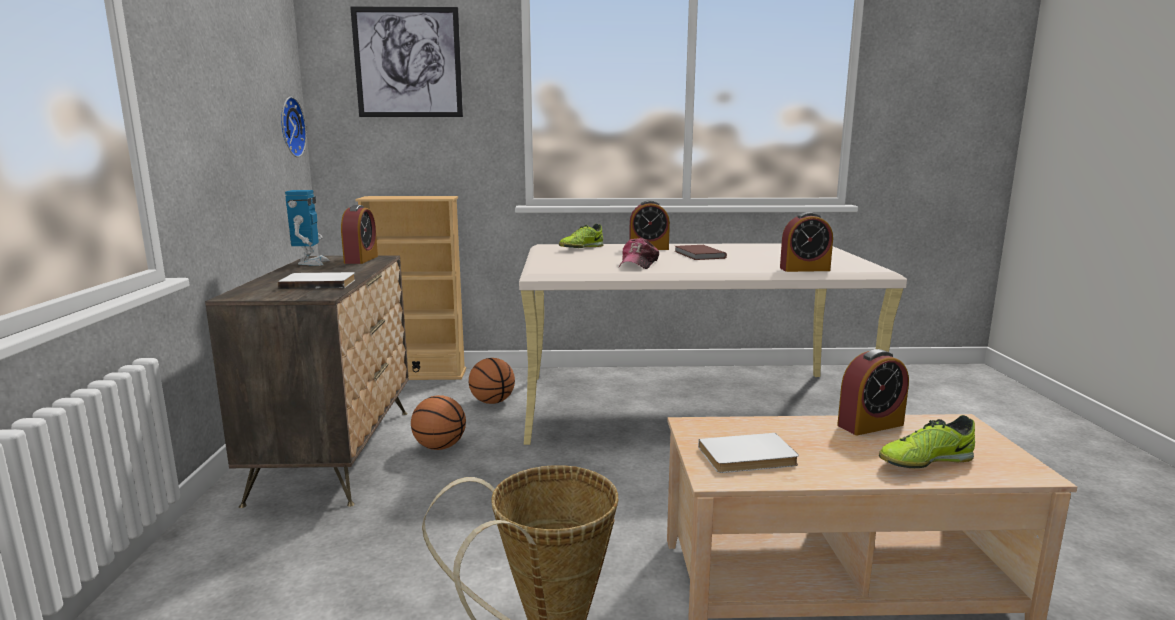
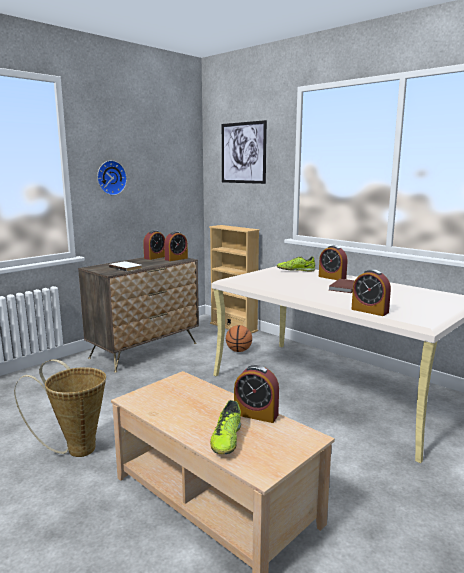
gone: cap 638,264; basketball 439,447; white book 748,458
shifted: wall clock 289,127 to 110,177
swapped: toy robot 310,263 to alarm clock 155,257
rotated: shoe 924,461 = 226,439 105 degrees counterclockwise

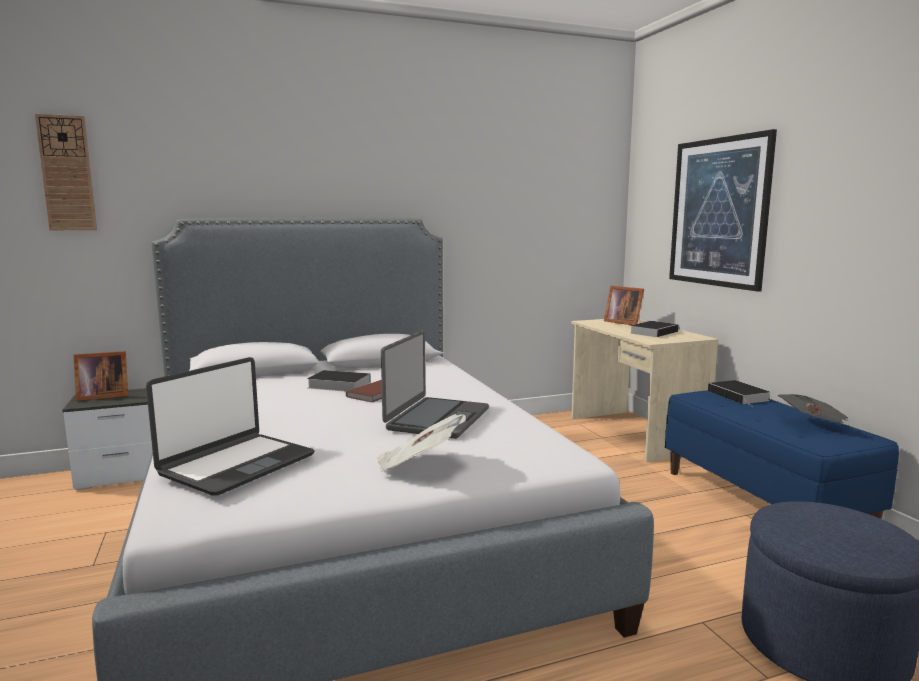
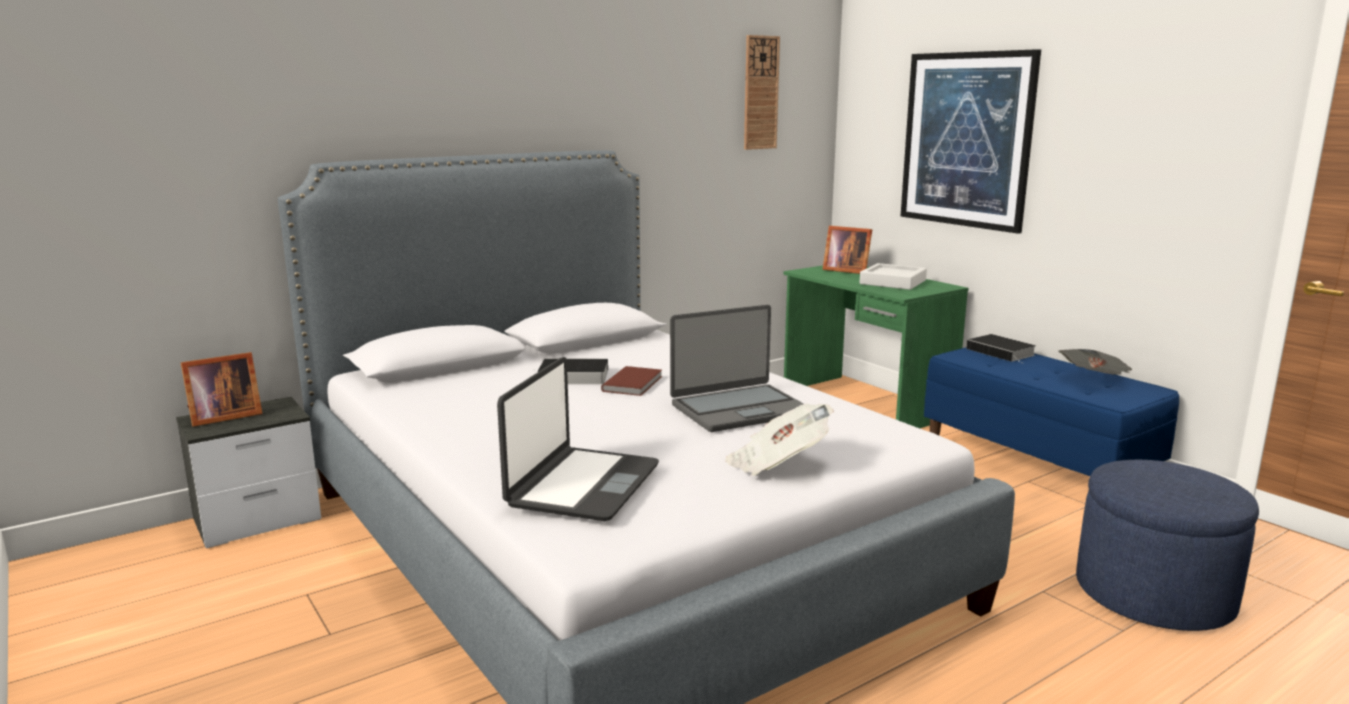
shifted: wall clock 67,173 to 760,93
swapped: book 654,332 to grey tray 892,282
repainted: beige desk 633,434 to green desk 864,403
rotated: laptop 437,419 = 739,409 60 degrees clockwise

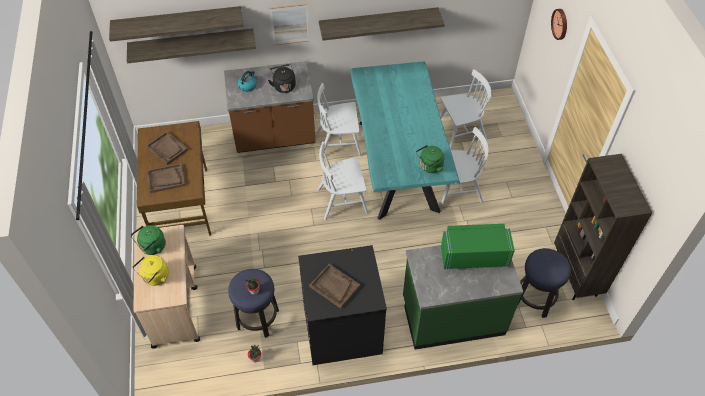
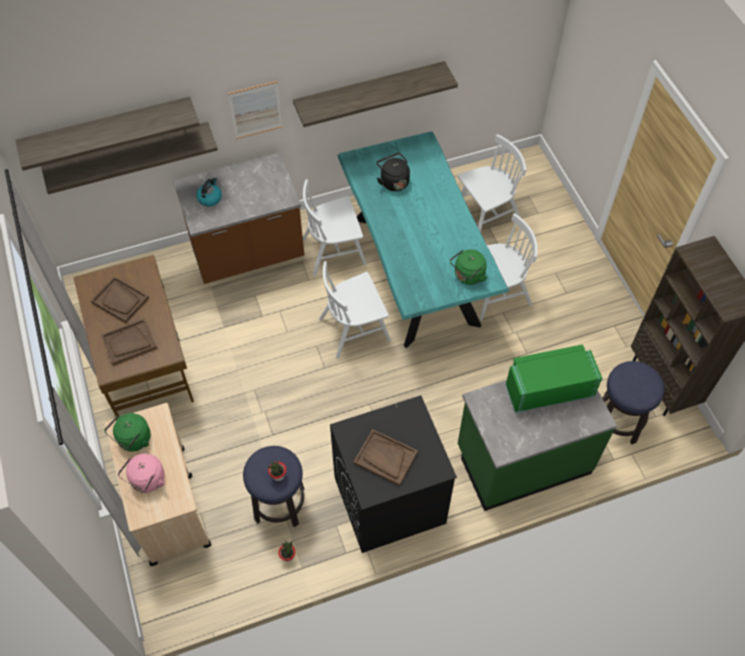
gone: wall clock 560,24
shifted: black kettle 284,85 to 393,181
repainted: yellow kettle 155,278 to pink kettle 147,481

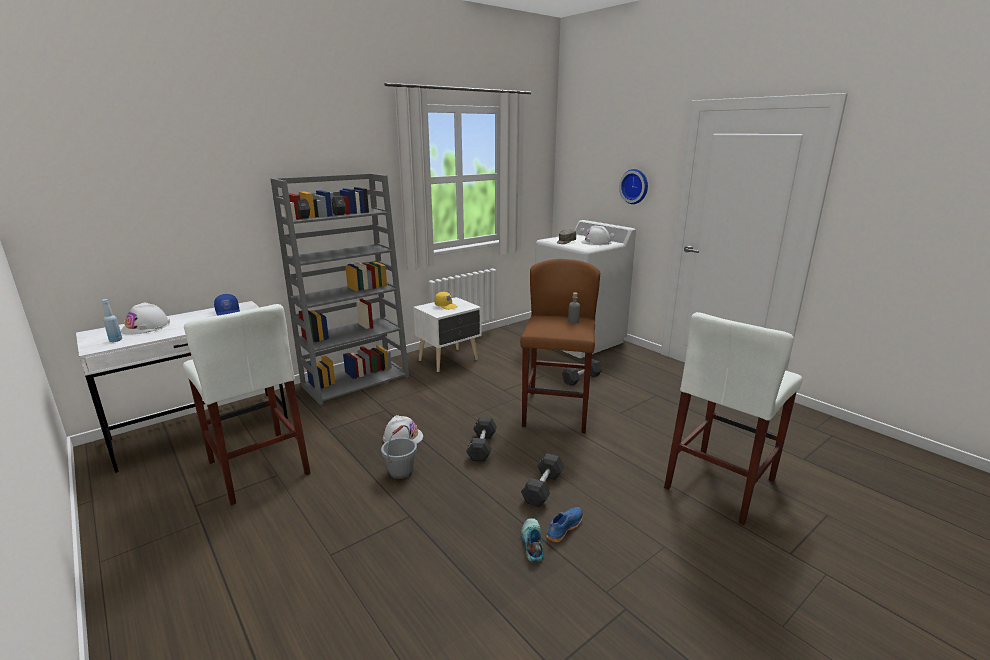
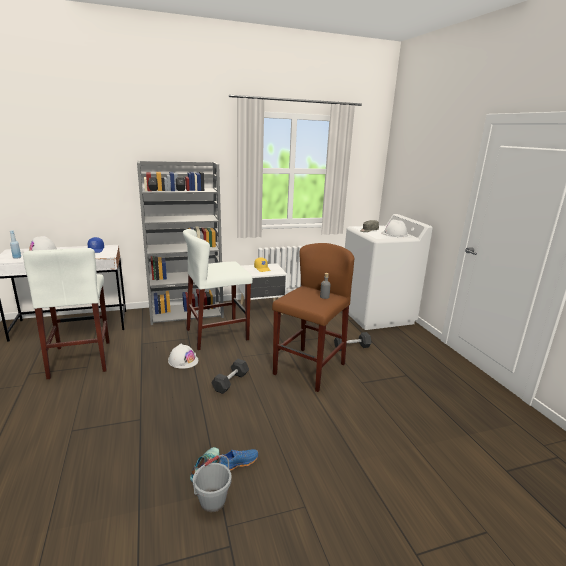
gone: wall clock 635,186; black dumbbell 543,488
shifted: white stool 720,484 to 217,334; grey bucket 400,471 to 212,501

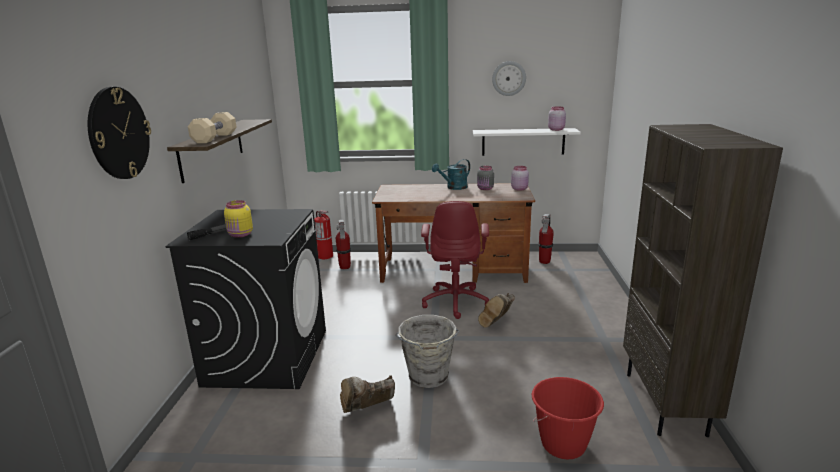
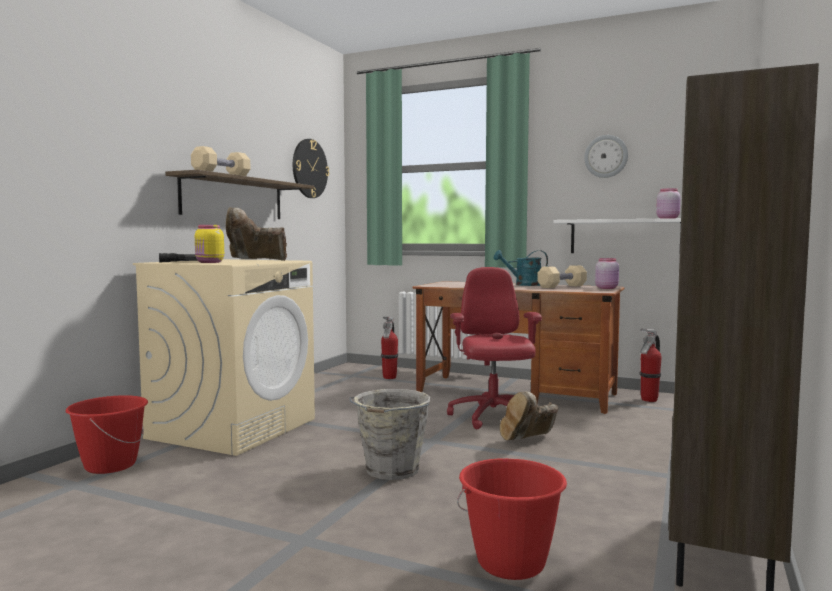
gone: fire extinguisher 325,256
new: red bucket 110,465
shifted: wall clock 119,133 to 309,168; brown boot 367,411 to 255,261
swapped: grey jar 485,189 to beige dumbbell 562,286
repainted: black washing machine 267,356 to beige washing machine 233,428
rotated: red office chair 456,301 = 493,417 150 degrees clockwise

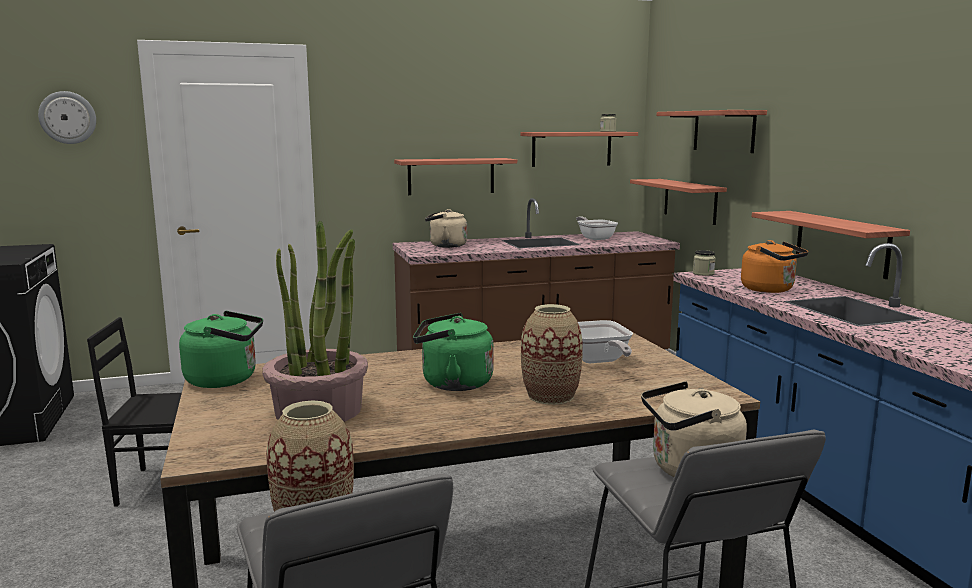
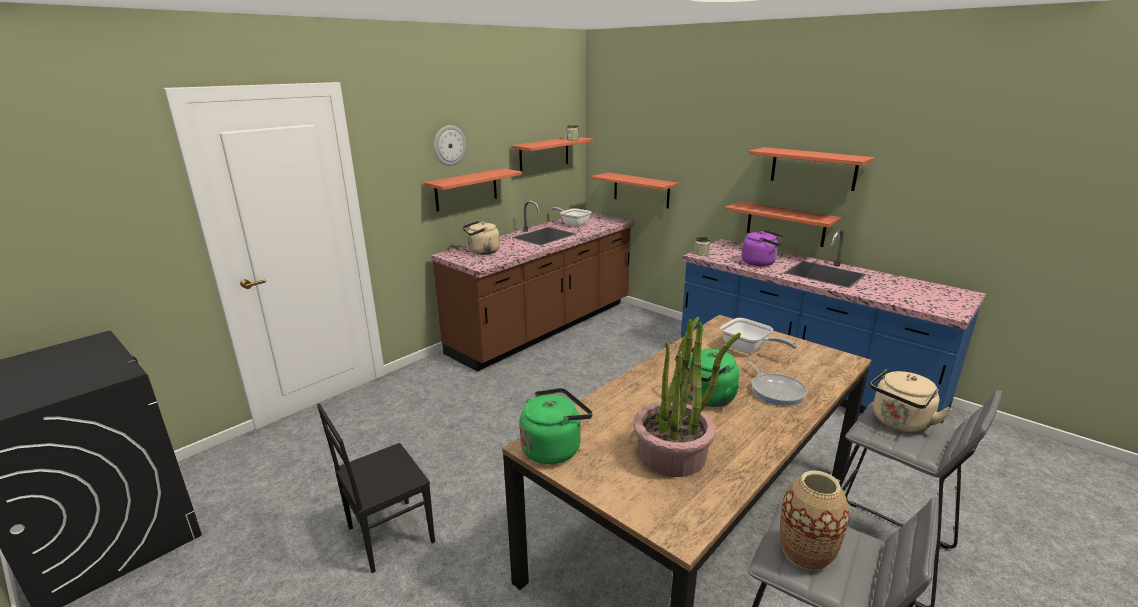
shifted: wall clock 68,117 to 449,145; shelf 723,131 to 813,168
swapped: vase 550,396 to frying pan 776,390
repainted: orange kettle 770,290 to purple kettle 760,263

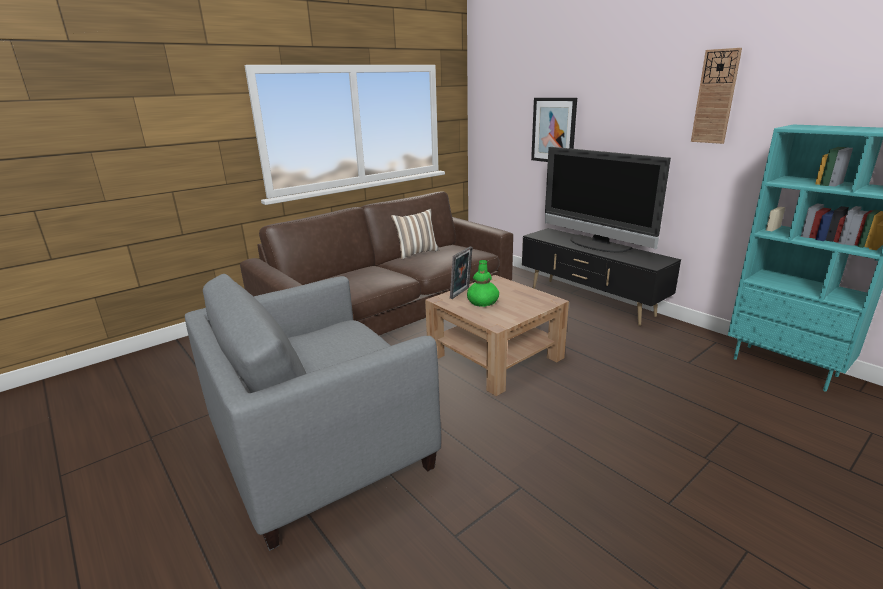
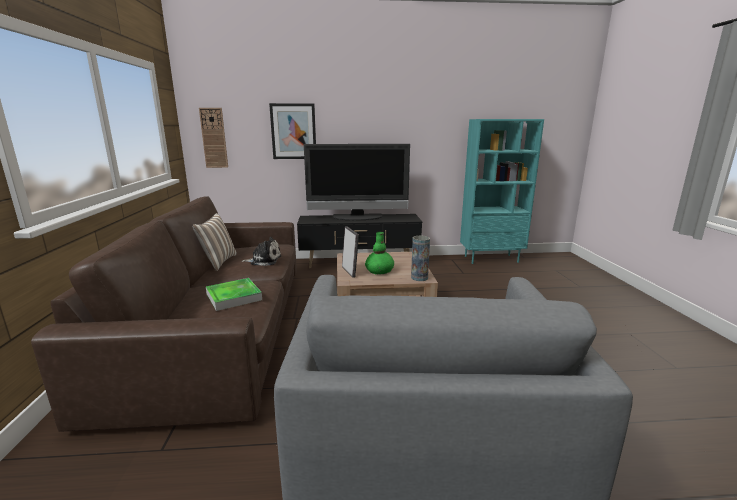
new: vase 419,278; plush toy 264,260; tray 234,297
shifted: wall clock 715,97 to 214,138

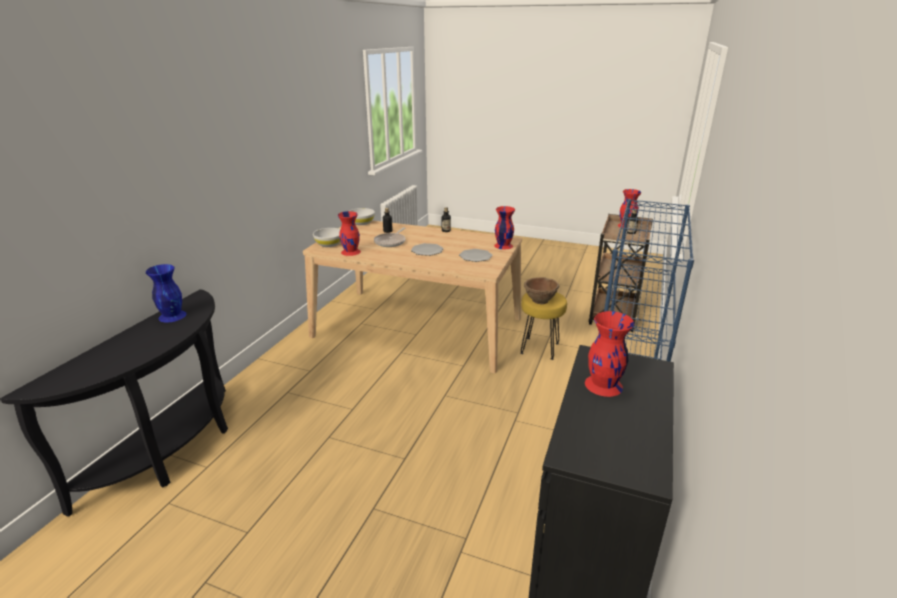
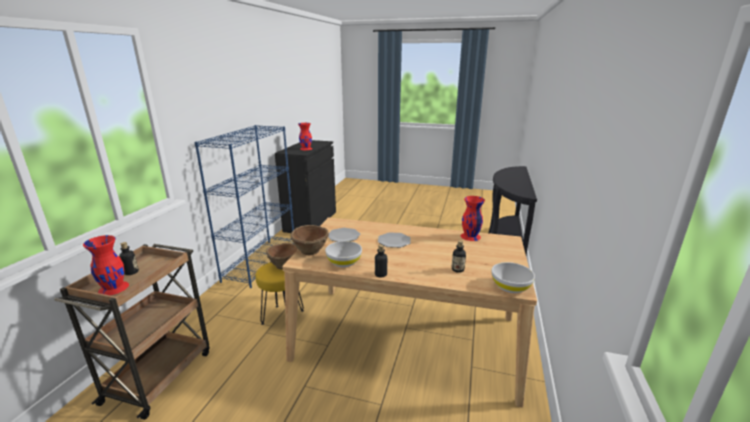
gone: frying pan 391,242; blue vase 172,316
shifted: white bowl 329,244 to 344,262
swapped: red vase 503,245 to brown bowl 311,251

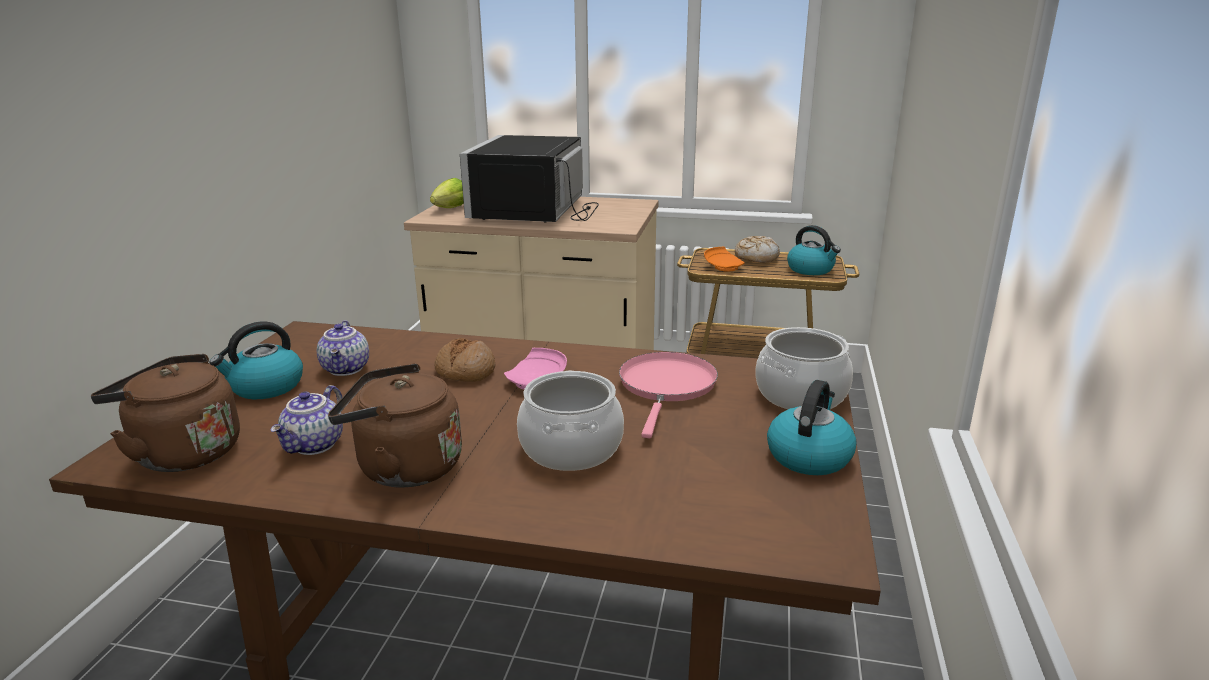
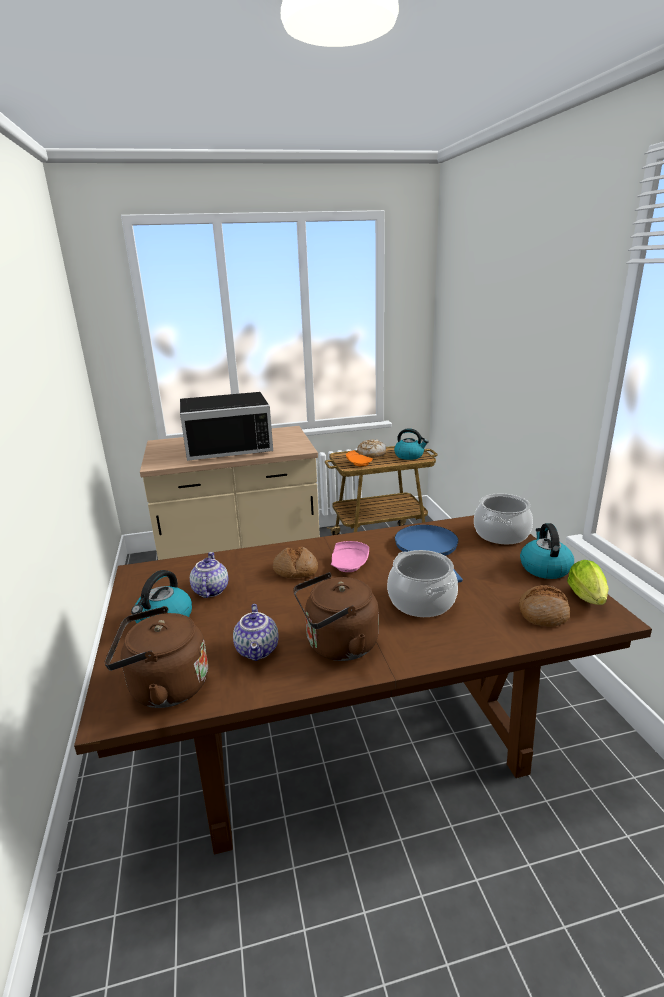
new: bread 543,613
shifted: lettuce 449,209 to 588,599
repainted: pink frying pan 666,387 to blue frying pan 428,548
rotated: black microwave 536,211 = 228,446 90 degrees counterclockwise; teapot 347,369 = 210,590 150 degrees counterclockwise

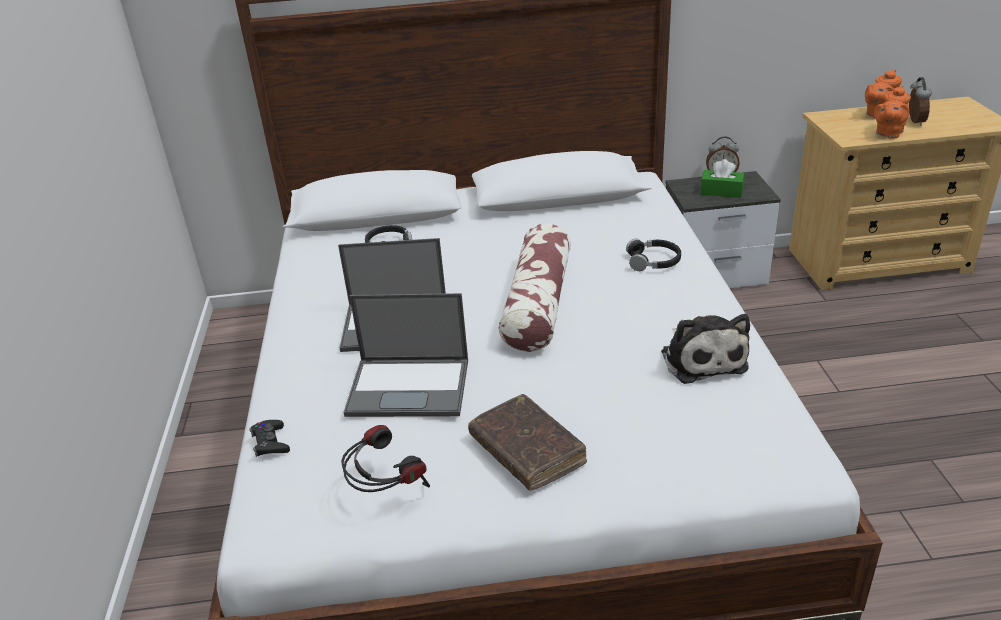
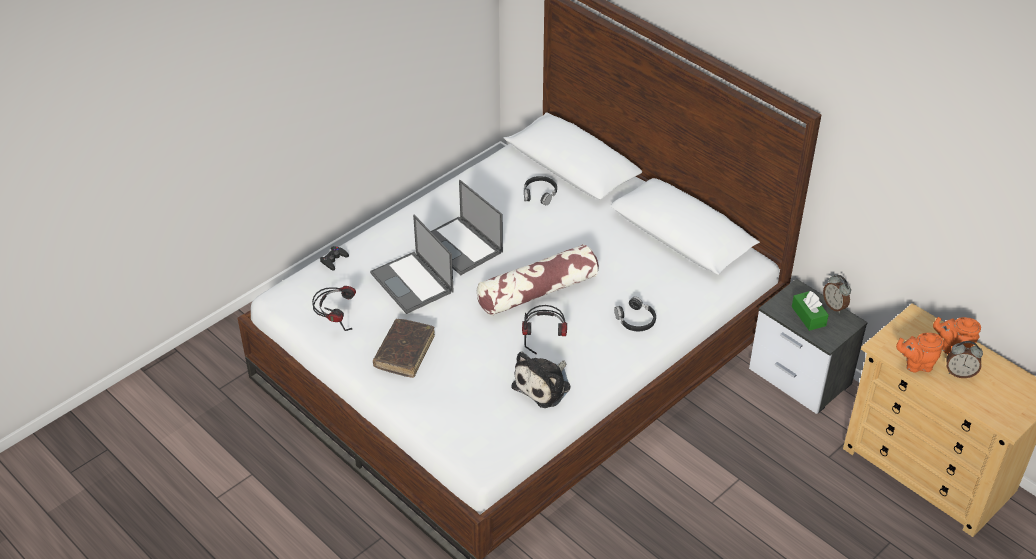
new: headphones 544,339
rotated: alarm clock 914,121 = 960,373 45 degrees clockwise

